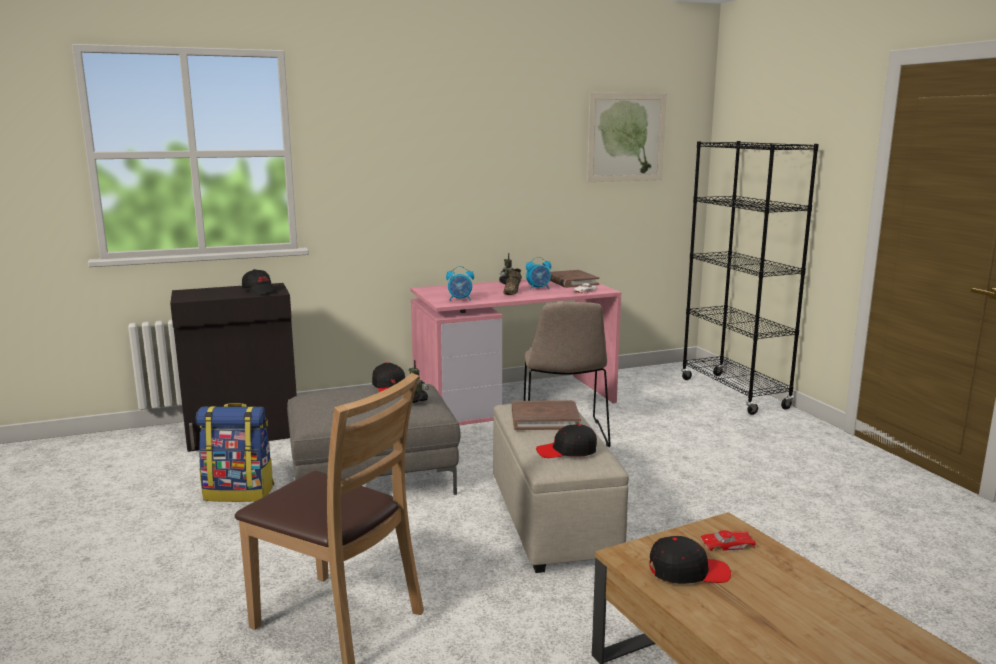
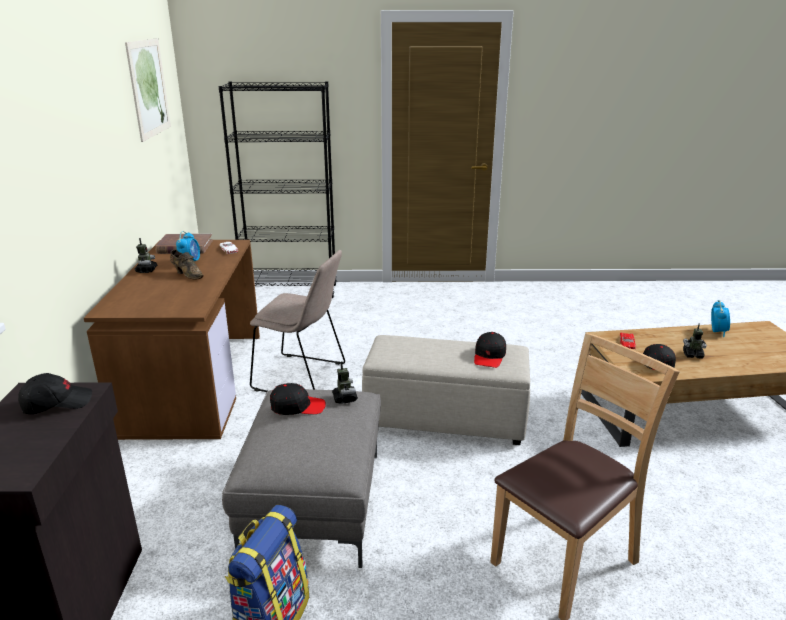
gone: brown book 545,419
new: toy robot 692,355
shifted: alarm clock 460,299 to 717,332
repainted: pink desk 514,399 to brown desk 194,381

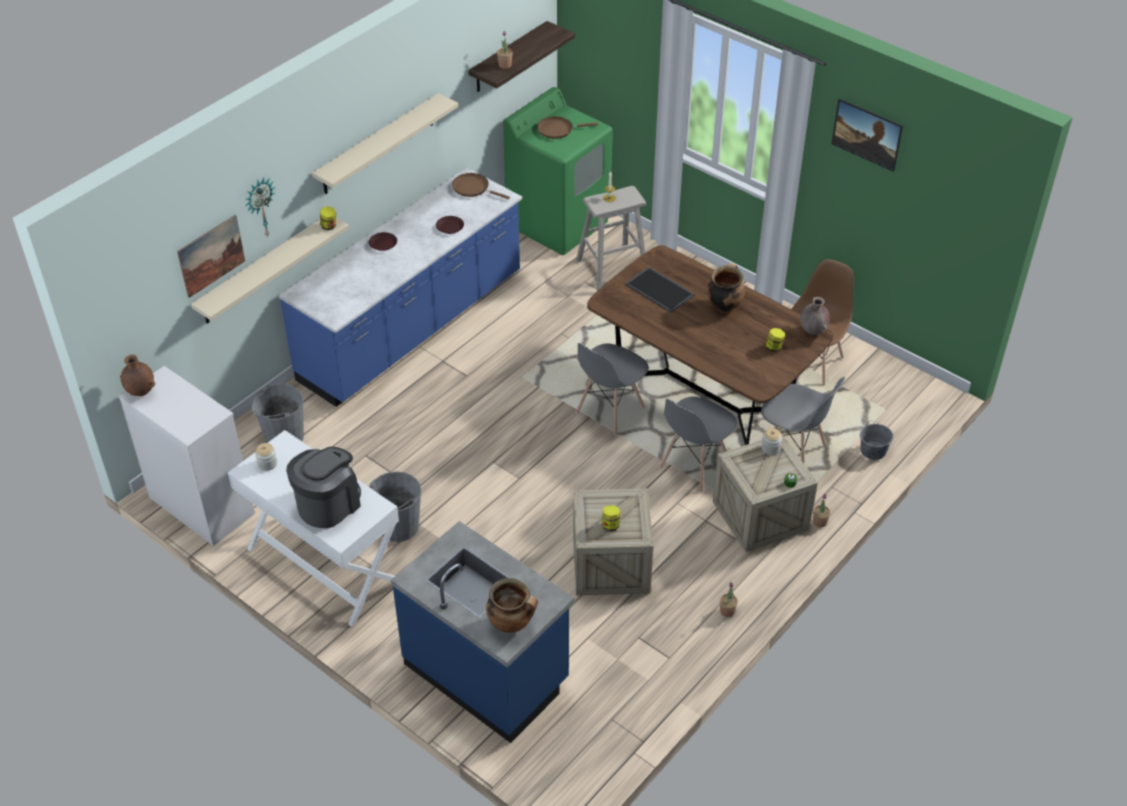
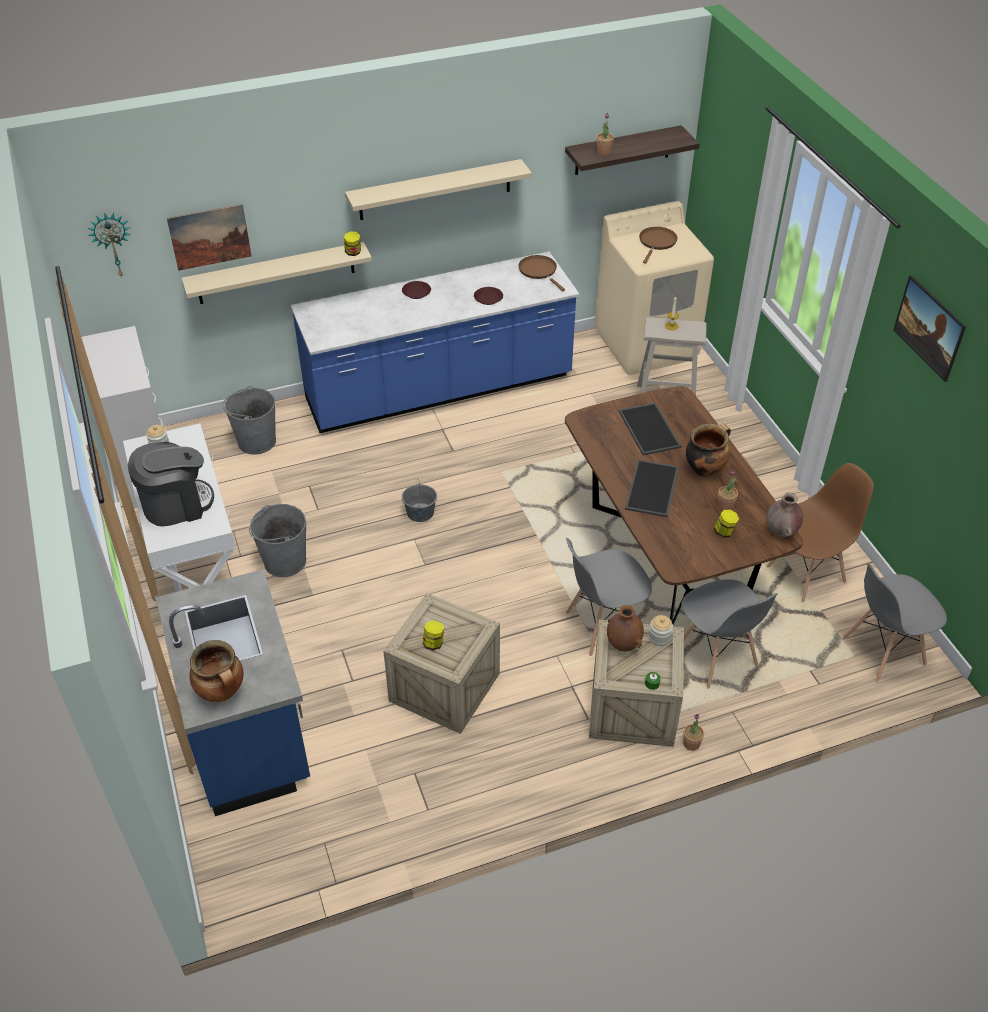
new: tray 653,489
shifted: wall clock 260,207 to 113,244; grey chair 609,410 to 883,651; brown vase 141,392 to 623,644; grey bucket 873,451 to 420,513; potted plant 727,611 to 725,506
repainted: green washing machine 558,223 to beige washing machine 646,344
rotated: brown frying pan 558,129 = 657,242 90 degrees clockwise

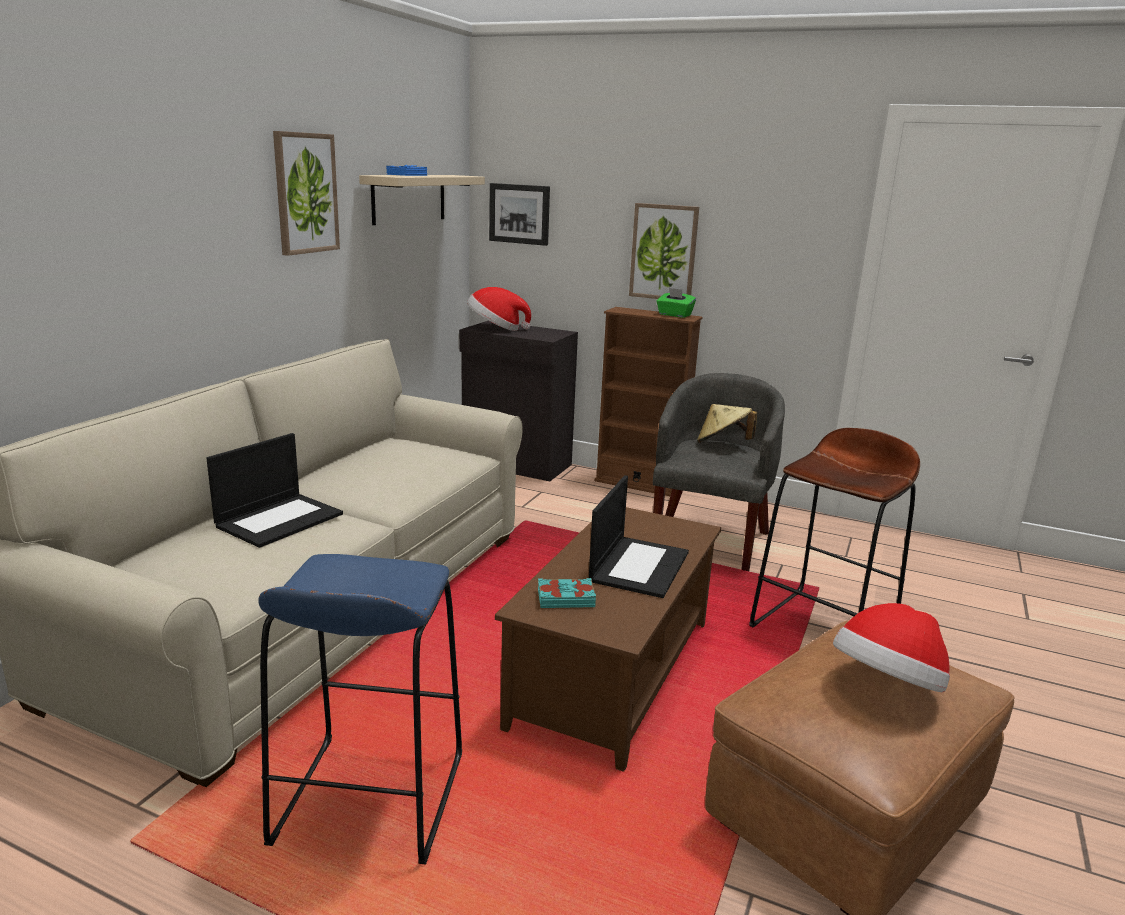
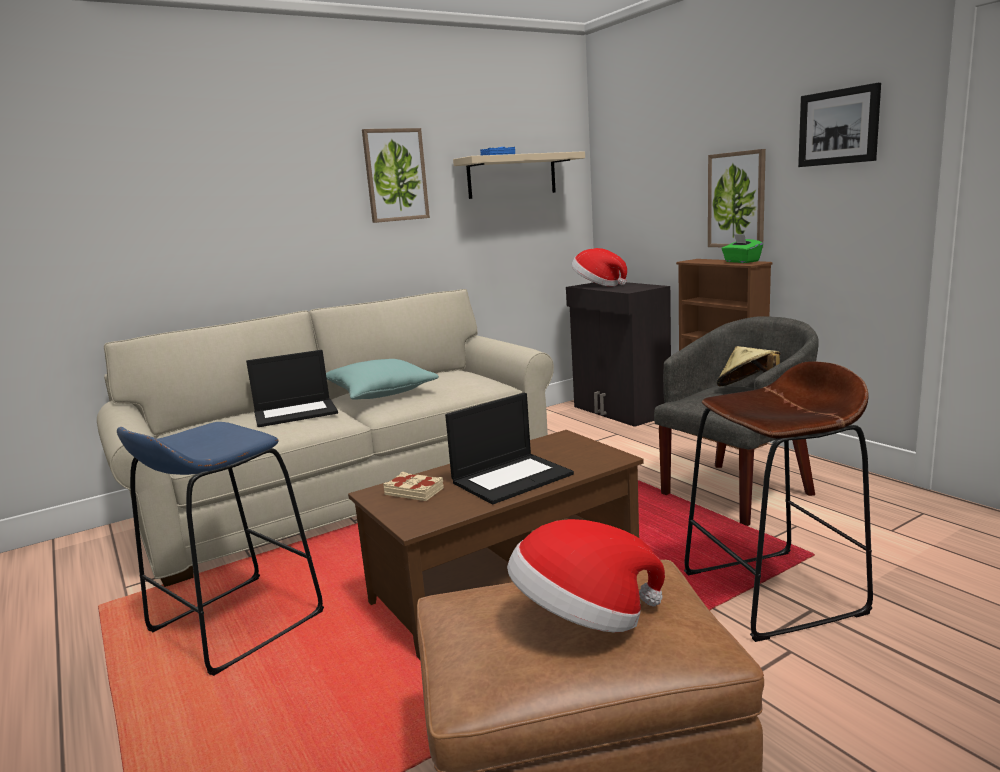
new: turquoise pillow 381,393
shifted: picture 520,214 to 839,127
repainted: turquoise book 565,598 to beige book 414,491

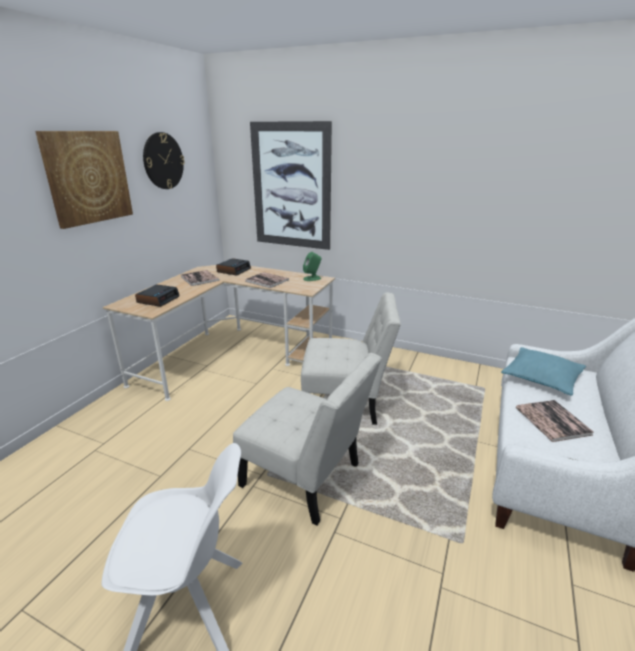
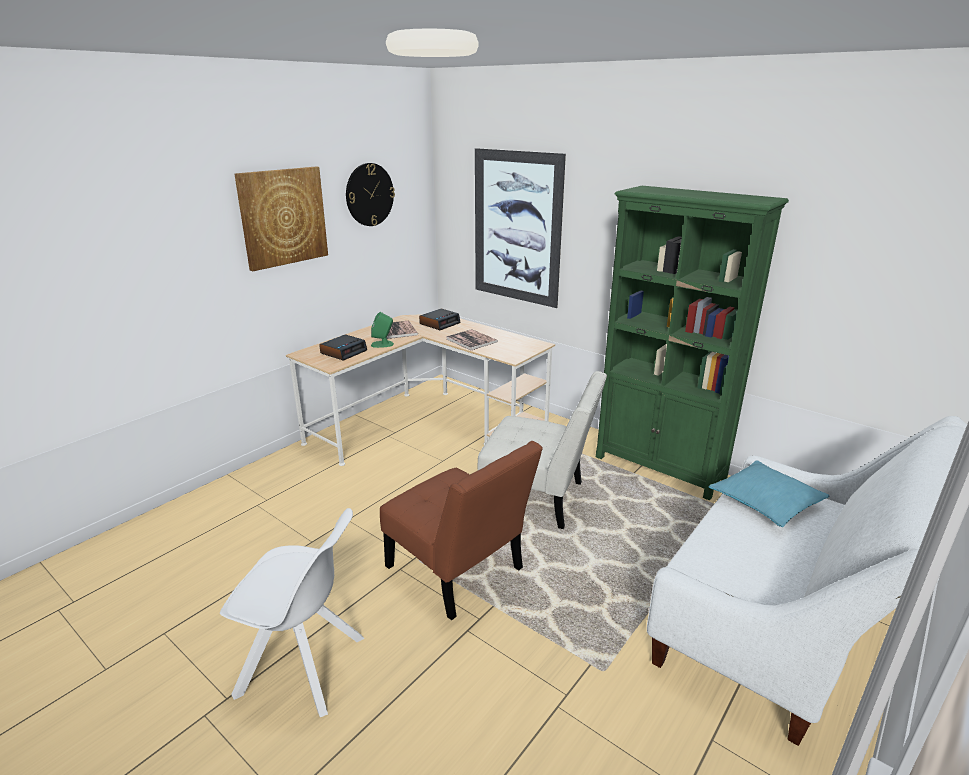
gone: book 552,421
new: green bookcase 660,467
shifted: green speaker 312,278 to 382,344
repainted: white chair 306,478 to brown chair 459,572

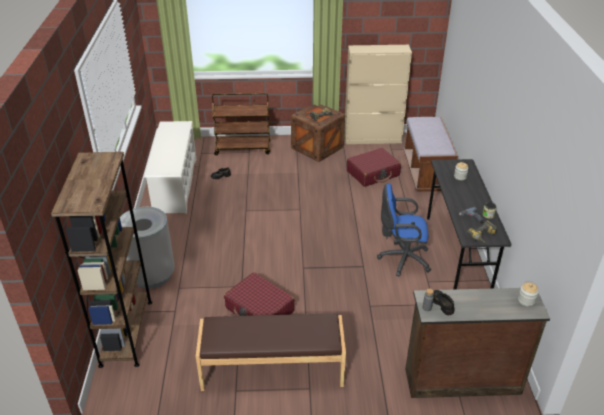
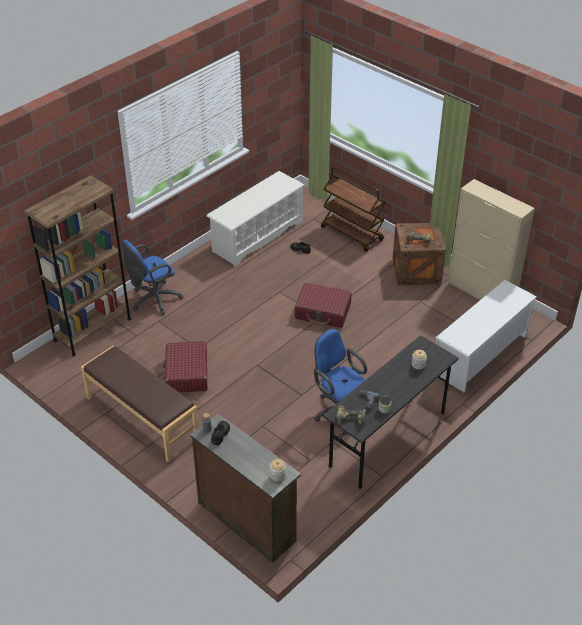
shifted: red suitcase 373,173 to 323,312
swapped: brown bench 426,172 to white shoe rack 480,355; grey trash can 152,275 to blue office chair 153,300

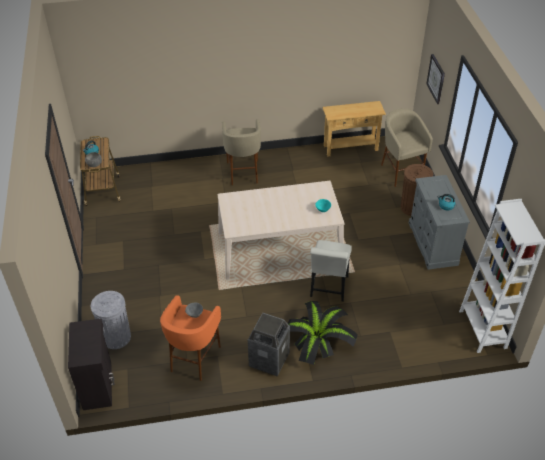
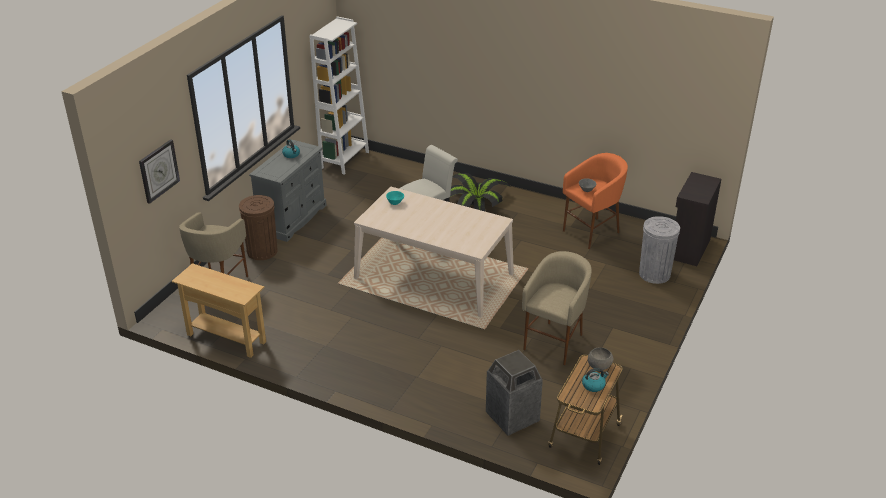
shifted: beige stool 243,172 to 555,342; trash can 269,359 to 512,417

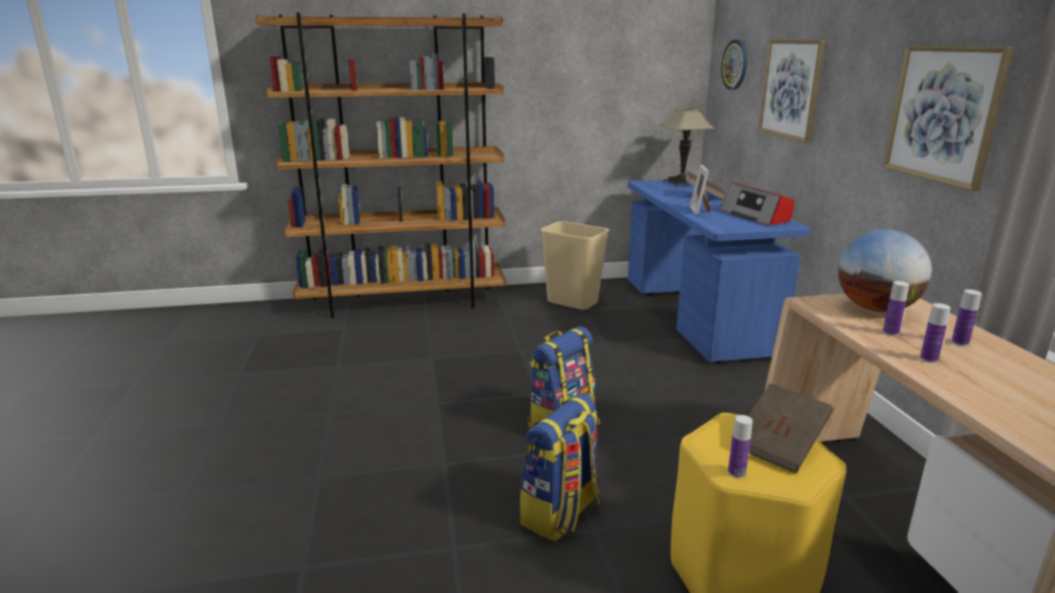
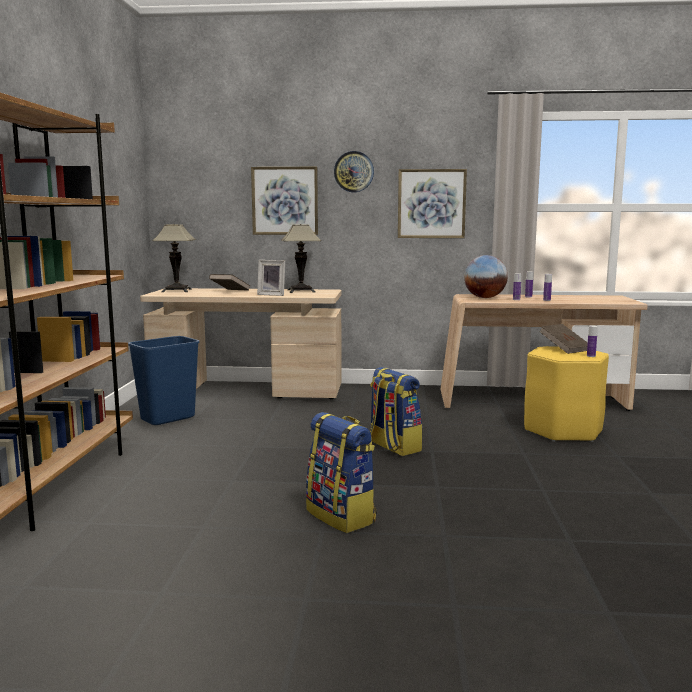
shifted: wall clock 735,65 to 354,171; backpack 561,514 to 342,516
swapped: radio 755,216 to table lamp 301,291
repainted: blue desk 695,315 to beige desk 247,391; beige trash can 573,302 to blue trash can 168,418

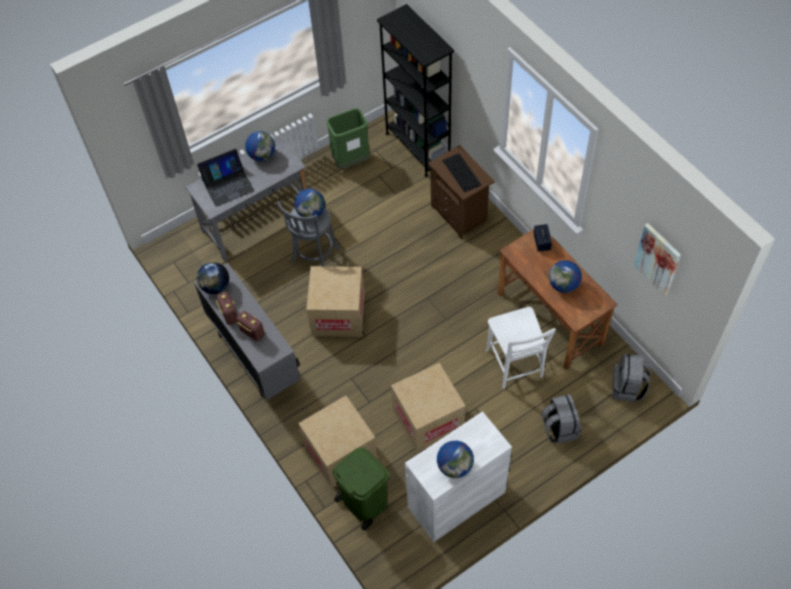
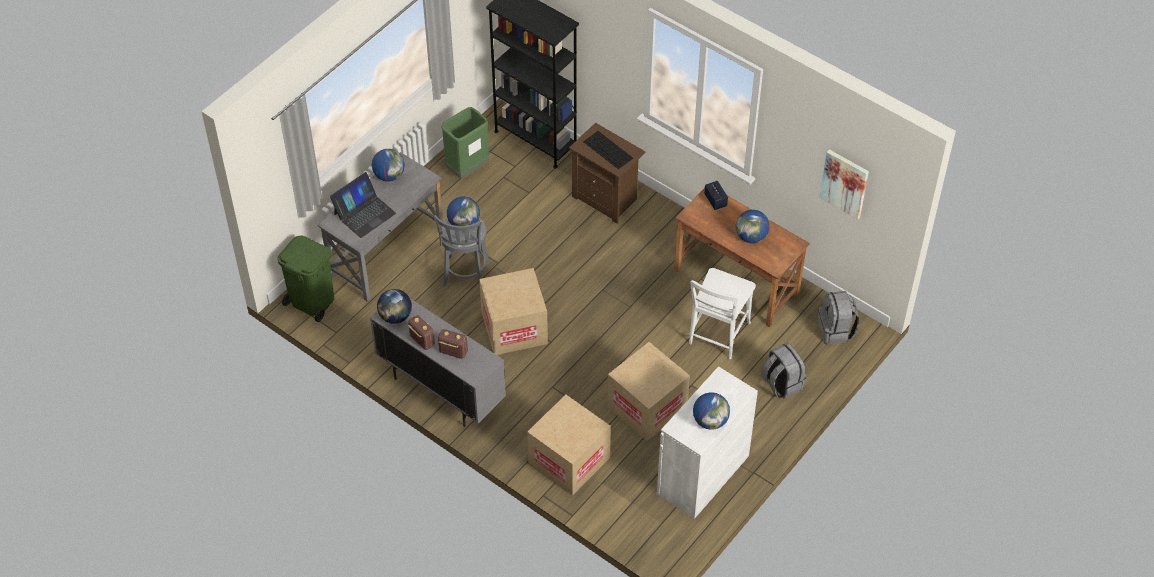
shifted: green trash can 364,503 to 311,301
rotated: white chair 515,366 = 717,336 60 degrees clockwise

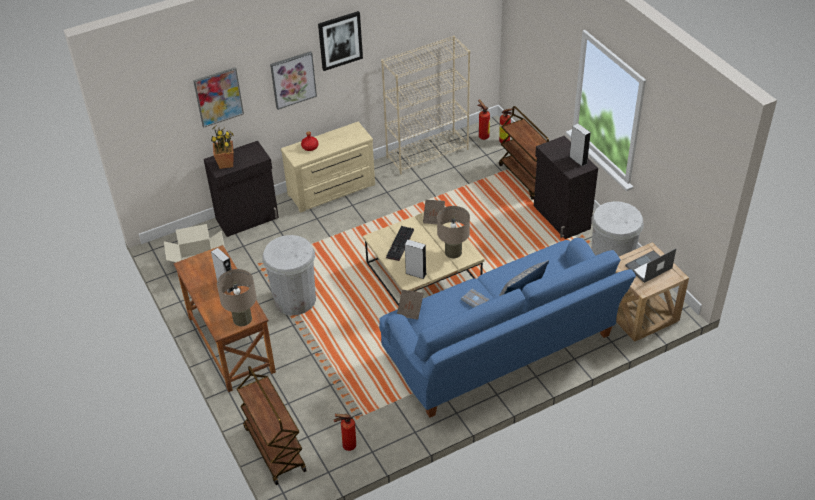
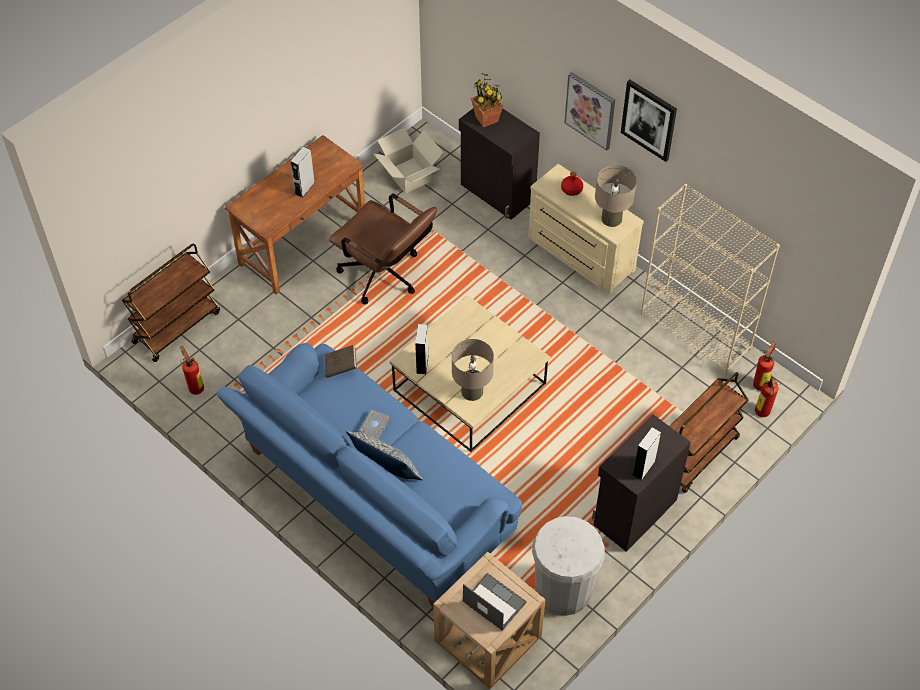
gone: picture 218,97; brown book 434,217; keyboard 400,244
shifted: beige table lamp 242,319 to 611,218
swapped: white trash can 295,300 to brown office chair 386,277

